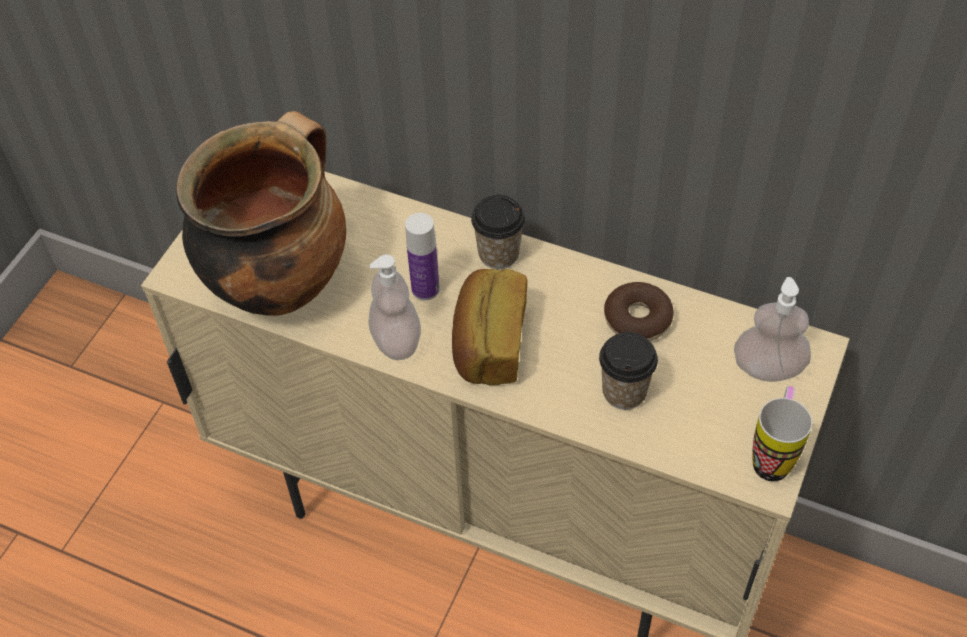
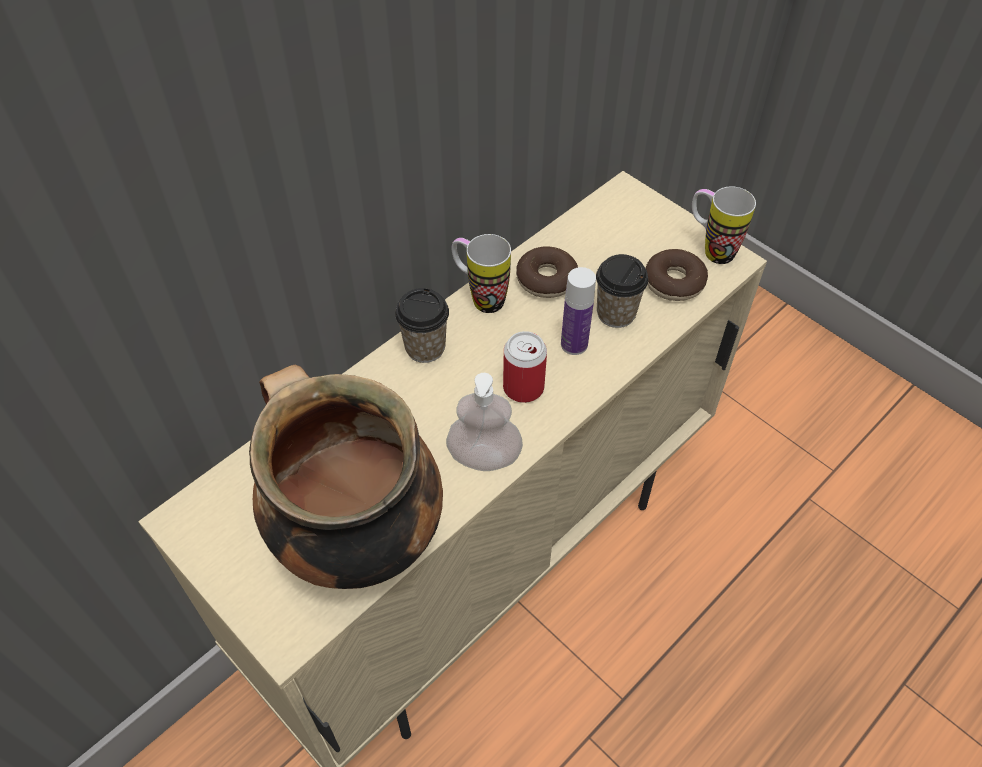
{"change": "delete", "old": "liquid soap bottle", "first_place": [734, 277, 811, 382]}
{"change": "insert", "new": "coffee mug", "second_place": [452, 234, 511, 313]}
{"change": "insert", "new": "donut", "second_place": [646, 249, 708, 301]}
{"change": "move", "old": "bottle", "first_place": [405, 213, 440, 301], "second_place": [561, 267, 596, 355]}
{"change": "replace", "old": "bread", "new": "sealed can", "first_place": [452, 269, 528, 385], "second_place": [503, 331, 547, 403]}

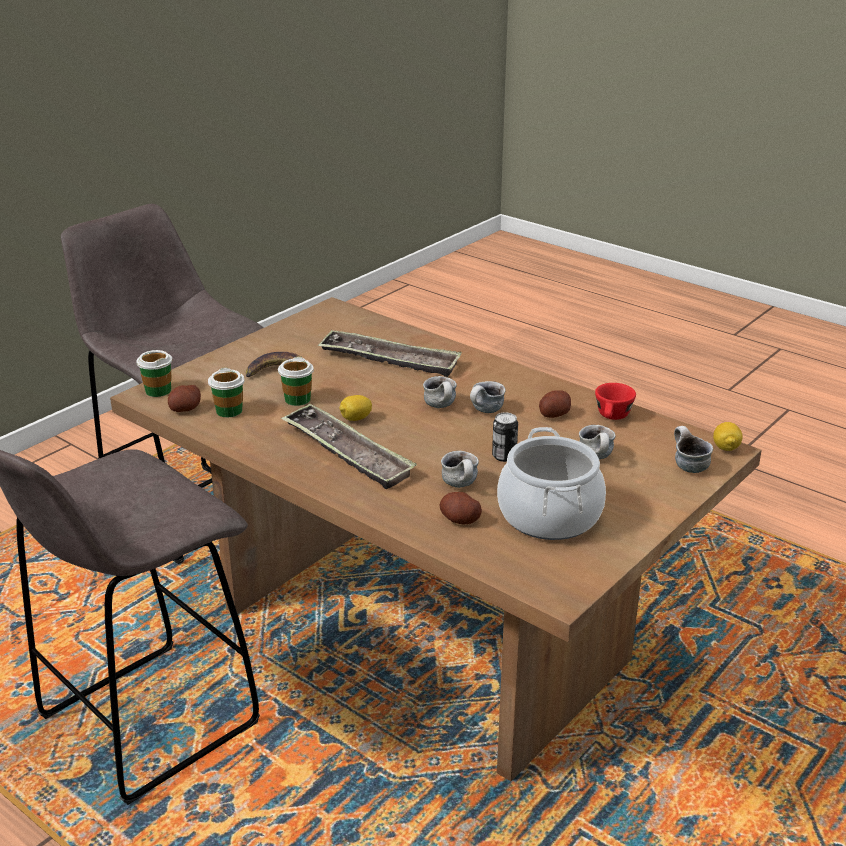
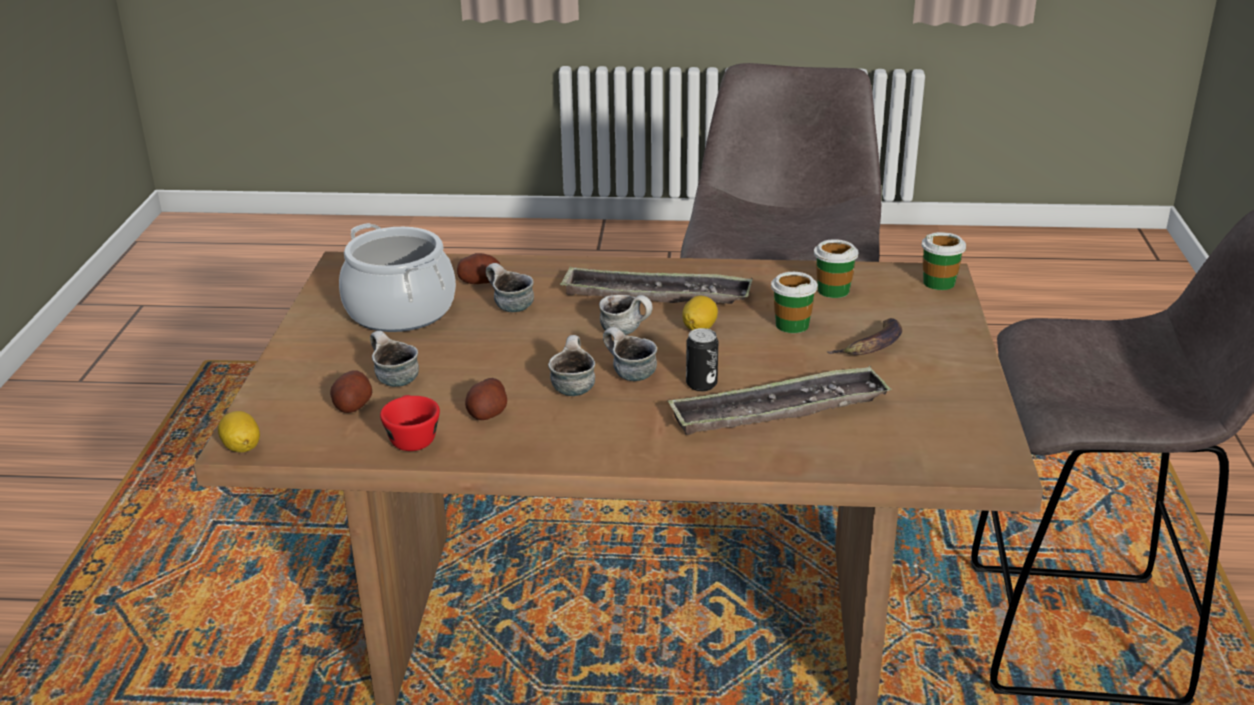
{"change": "move", "old": "spud", "first_place": [168, 385, 201, 412], "second_place": [330, 370, 372, 413]}
{"change": "move", "old": "sealed can", "first_place": [492, 413, 518, 462], "second_place": [686, 328, 718, 391]}
{"change": "move", "old": "coffee mug", "first_place": [674, 426, 713, 473], "second_place": [599, 295, 653, 335]}

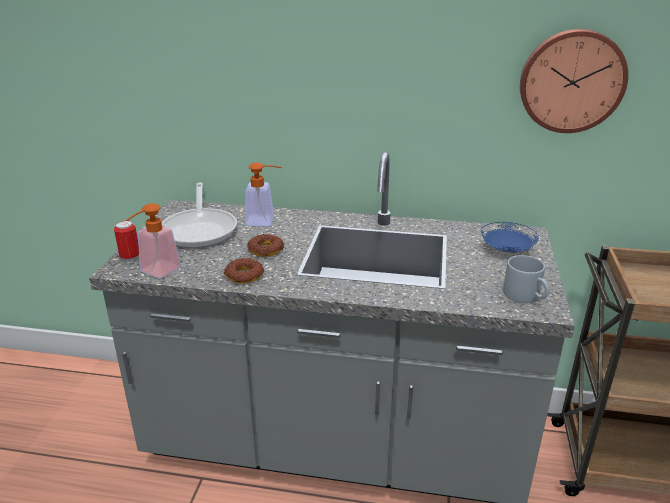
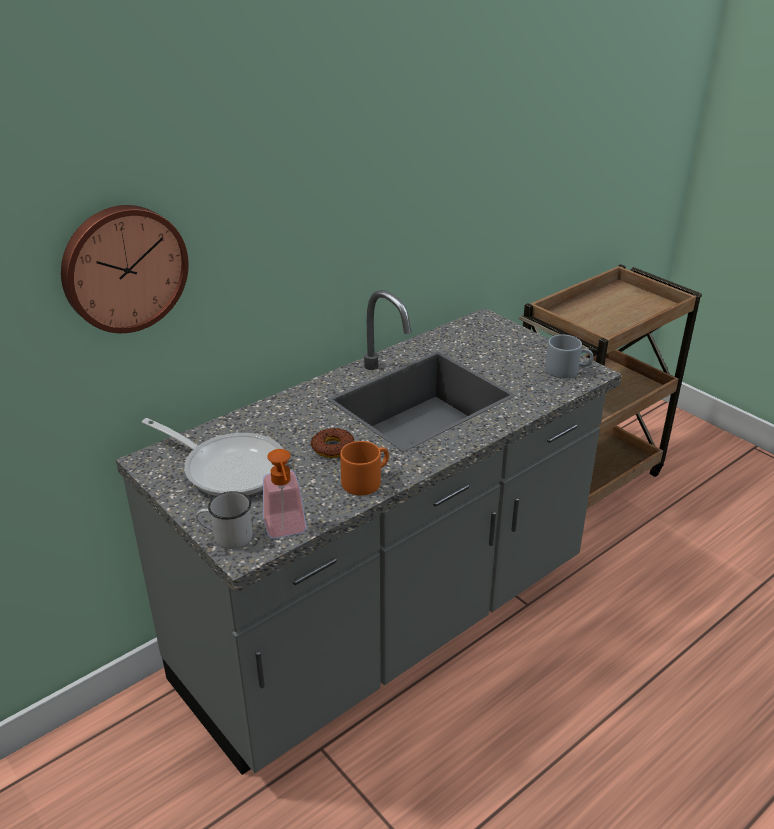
{"change": "delete", "old": "liquid soap bottle", "first_place": [245, 163, 283, 226]}
{"change": "delete", "old": "blue-coloured flat dish", "first_place": [481, 222, 539, 252]}
{"change": "move", "old": "clock on the wall", "first_place": [520, 29, 628, 133], "second_place": [61, 205, 189, 333]}
{"change": "replace", "old": "sealed can", "new": "white coffee mug", "first_place": [114, 220, 139, 262], "second_place": [196, 491, 253, 549]}
{"change": "replace", "old": "donut", "new": "orangey coffee mug", "first_place": [224, 258, 264, 283], "second_place": [340, 441, 389, 495]}

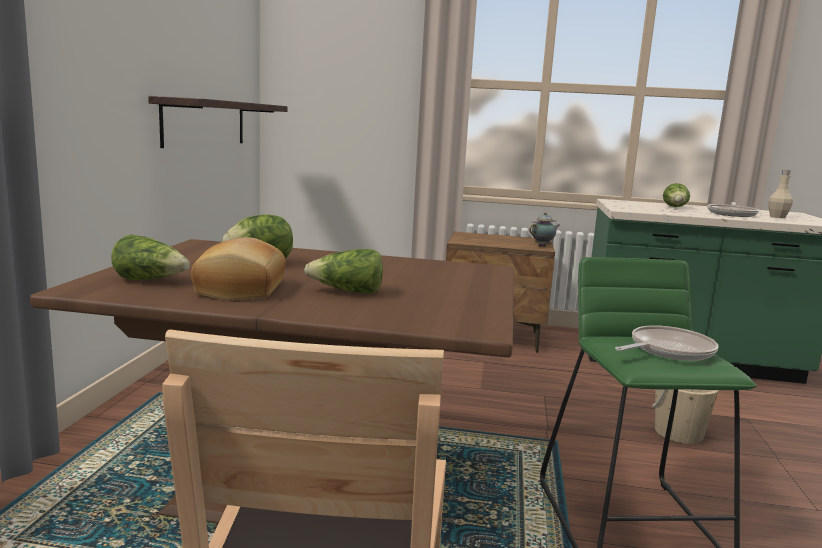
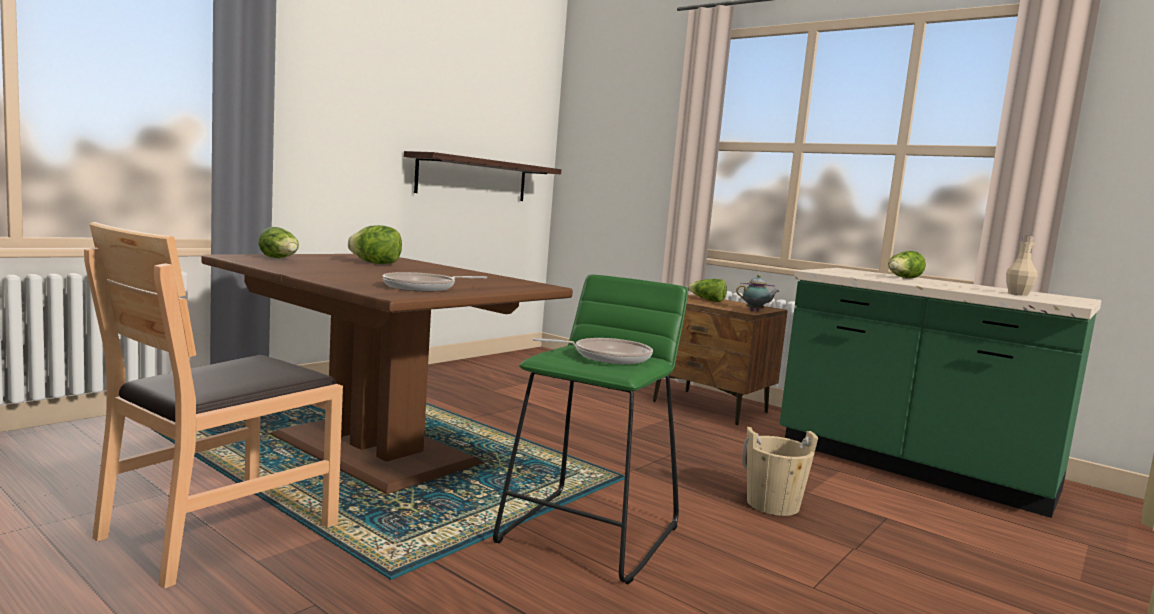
{"change": "delete", "old": "bread", "first_place": [191, 237, 286, 300]}
{"change": "move", "old": "head of lettuce", "first_place": [304, 249, 383, 294], "second_place": [687, 279, 727, 302]}
{"change": "move", "old": "skillet", "first_place": [707, 202, 759, 217], "second_place": [382, 272, 487, 292]}

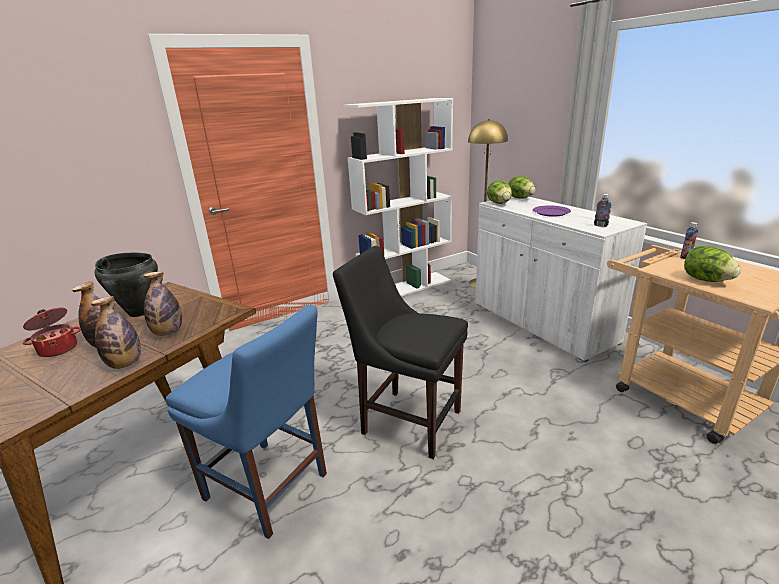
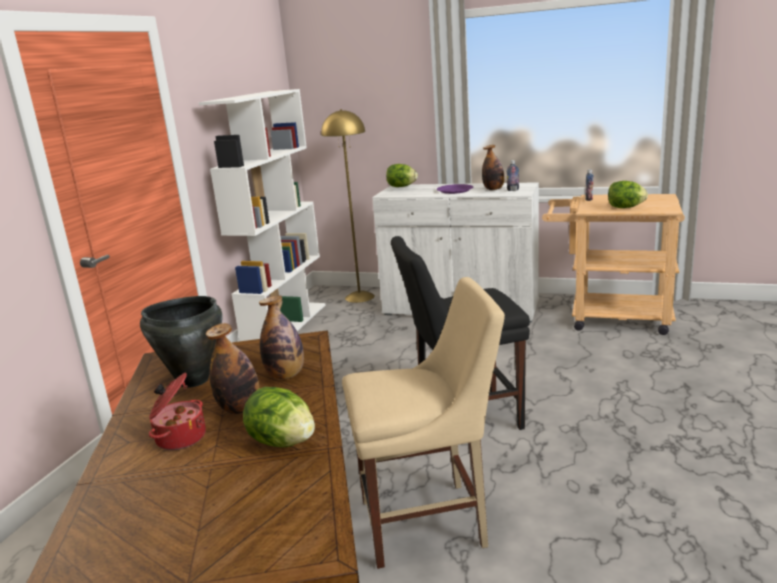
{"change": "move", "old": "bottle", "first_place": [91, 296, 141, 369], "second_place": [482, 145, 505, 190]}
{"change": "move", "old": "head of lettuce", "first_place": [487, 181, 512, 204], "second_place": [243, 387, 315, 447]}
{"change": "recolor", "old": "blue-coloured chair", "new": "beige chair", "first_place": [166, 305, 327, 539], "second_place": [342, 277, 505, 569]}

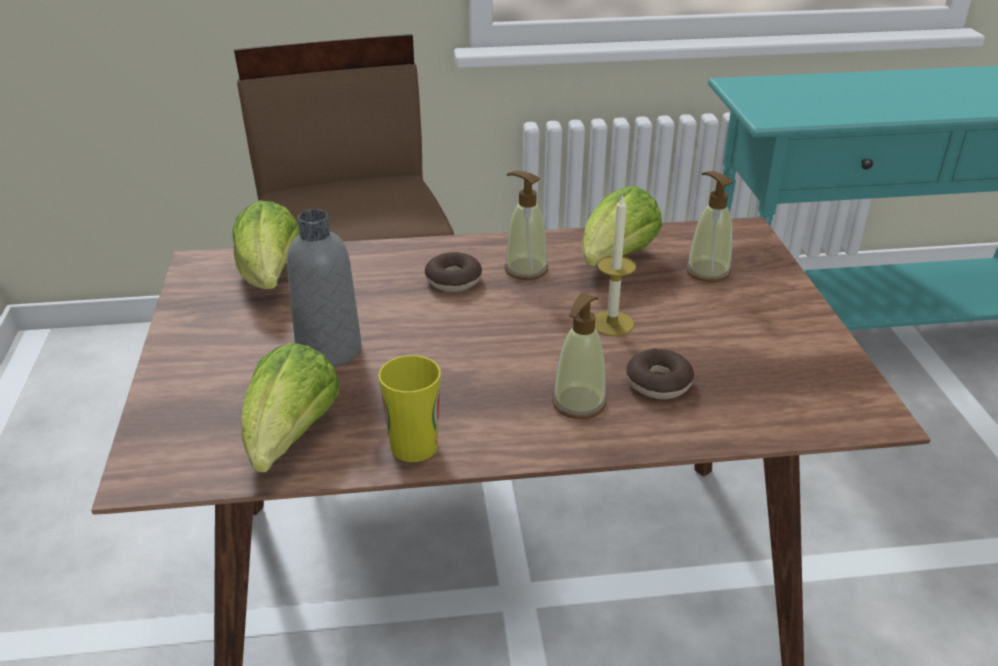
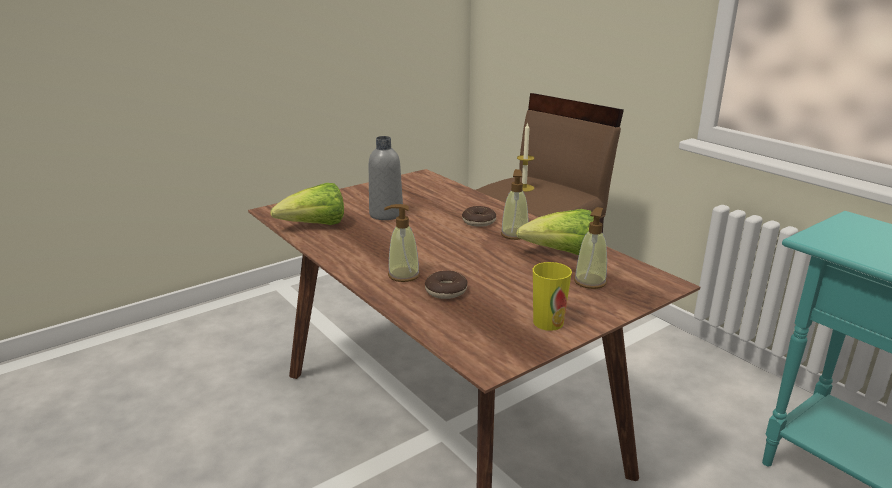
{"change": "delete", "old": "head of lettuce", "first_place": [232, 200, 300, 289]}
{"change": "move", "old": "cup", "first_place": [378, 355, 441, 462], "second_place": [533, 262, 572, 331]}
{"change": "move", "old": "candle", "first_place": [595, 194, 636, 336], "second_place": [517, 122, 535, 192]}

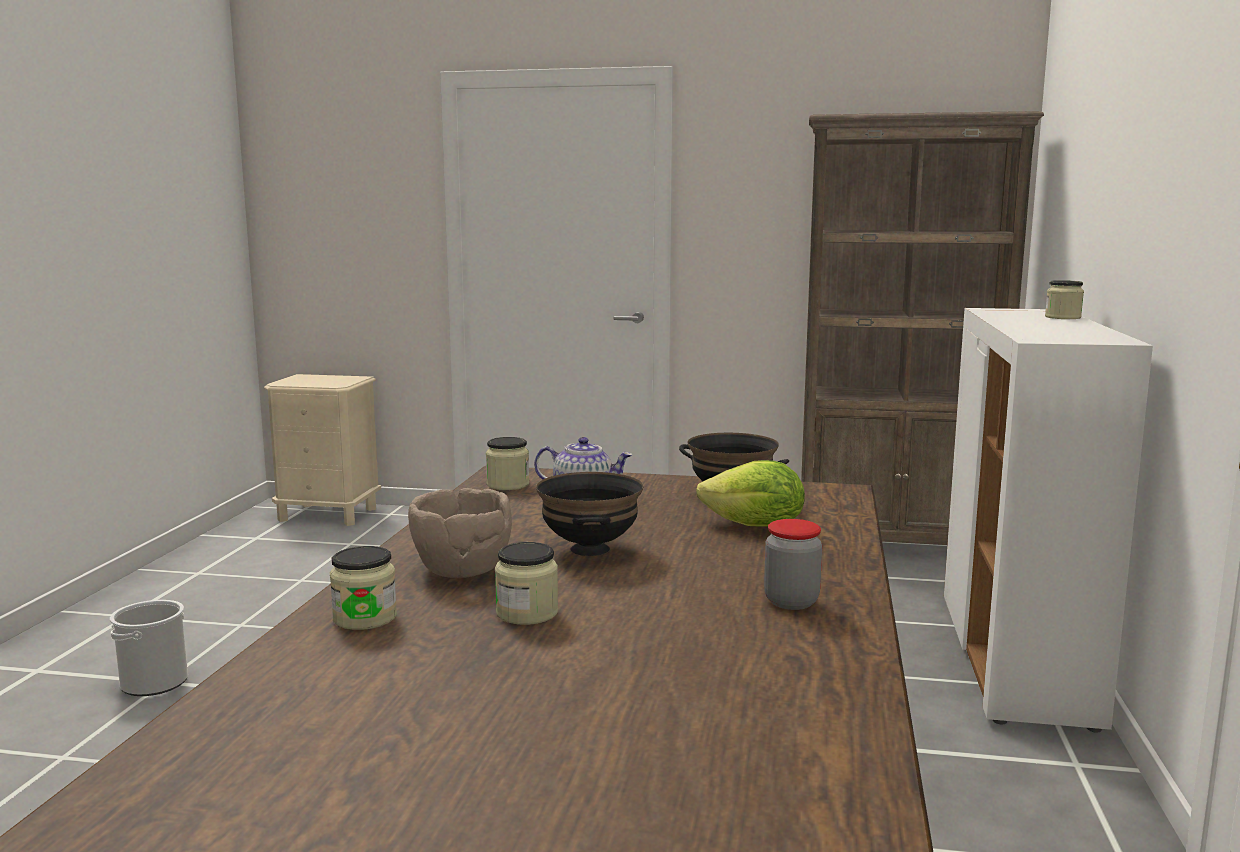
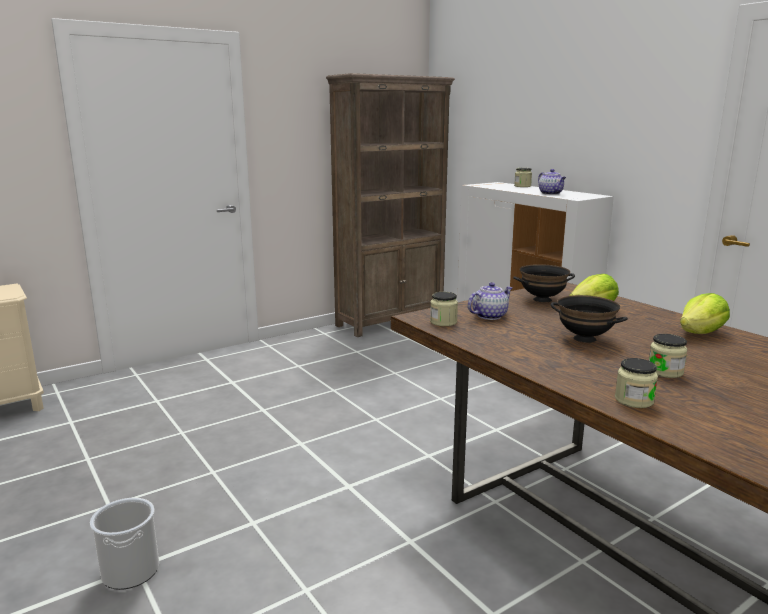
{"change": "delete", "old": "brownish bowl", "first_place": [408, 488, 512, 578]}
{"change": "insert", "new": "tea pot", "second_place": [538, 169, 566, 195]}
{"change": "replace", "old": "storage jar", "new": "head of lettuce", "first_place": [764, 519, 822, 610], "second_place": [680, 293, 730, 334]}

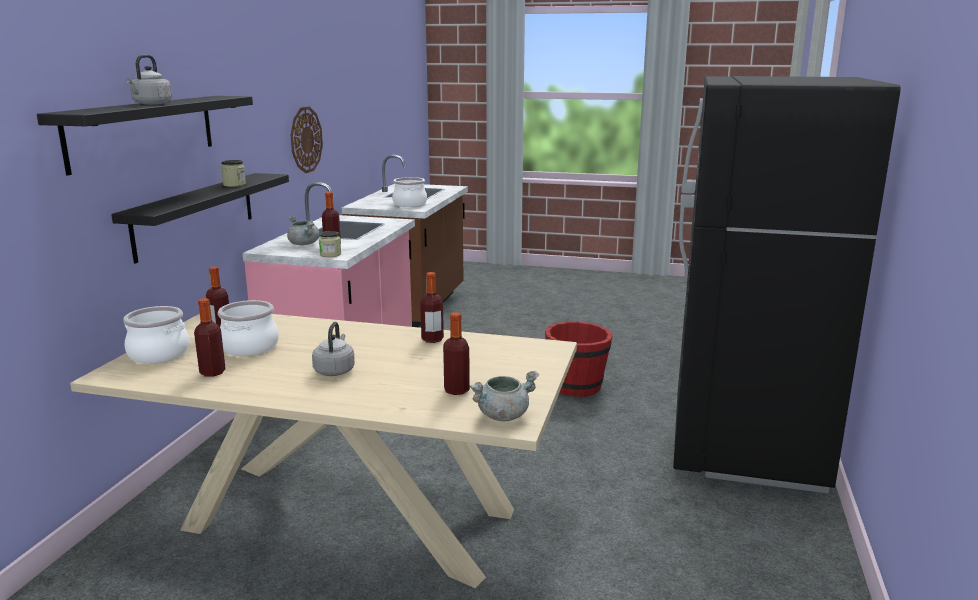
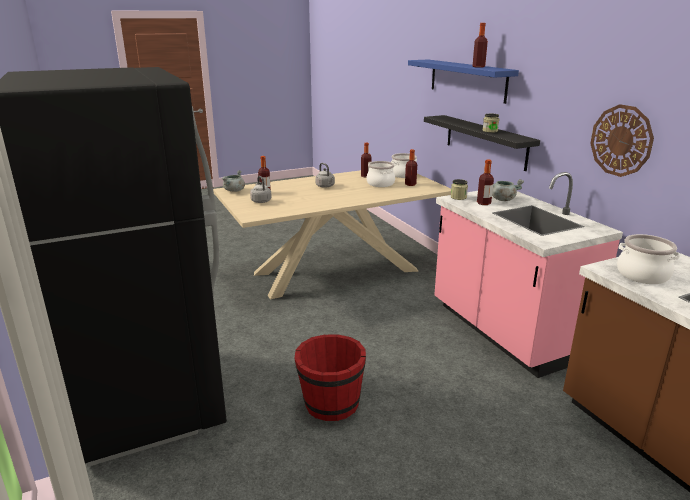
{"change": "move", "old": "greyish kettle", "first_place": [126, 55, 172, 105], "second_place": [250, 176, 272, 203]}
{"change": "move", "old": "bottle", "first_place": [420, 272, 444, 343], "second_place": [473, 23, 488, 68]}
{"change": "recolor", "old": "blackish shelf", "new": "blue-coloured shelf", "first_place": [37, 96, 253, 176], "second_place": [408, 60, 519, 104]}

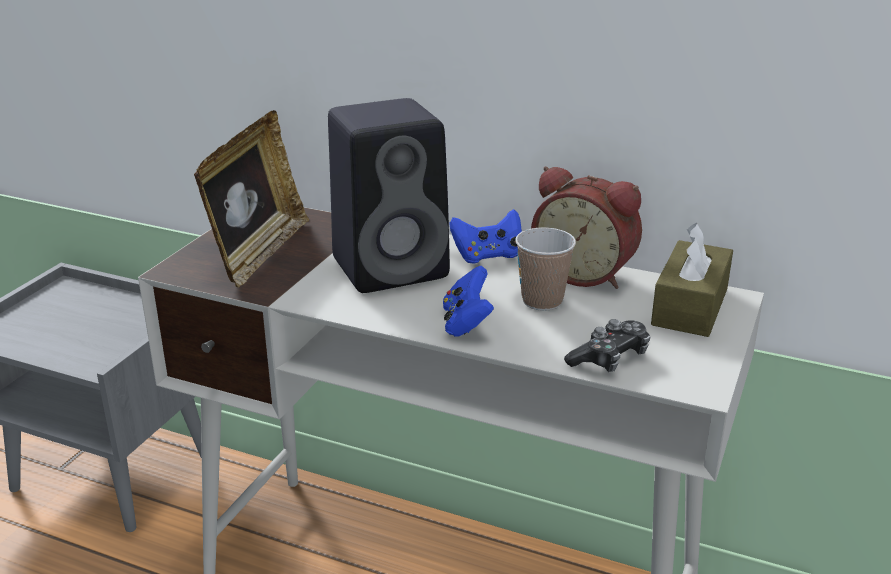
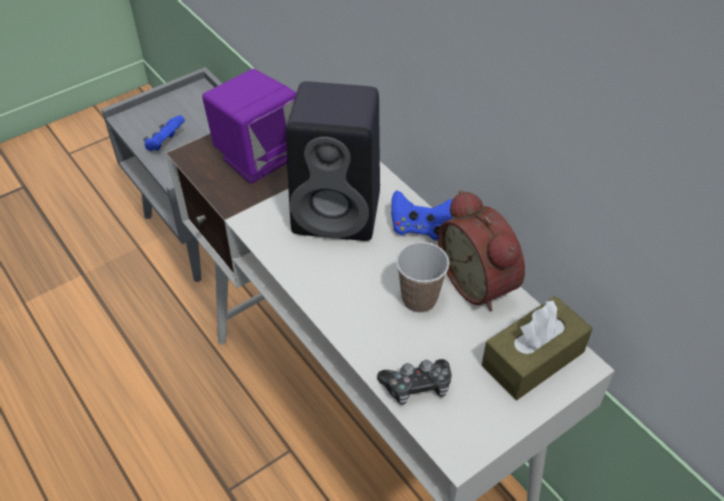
{"change": "move", "old": "blue-coloured gamepad", "first_place": [443, 266, 494, 336], "second_place": [143, 115, 185, 151]}
{"change": "replace", "old": "standing frame", "new": "purple audio speaker", "first_place": [194, 110, 309, 287], "second_place": [202, 69, 296, 184]}

